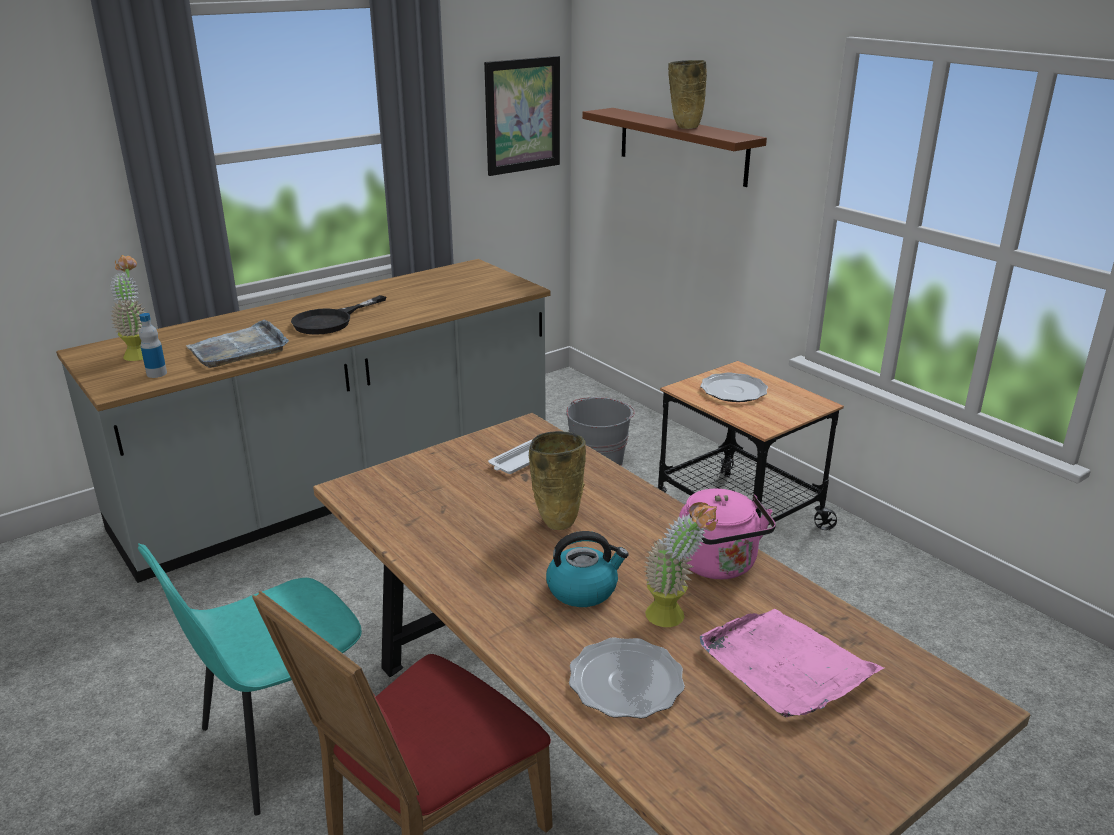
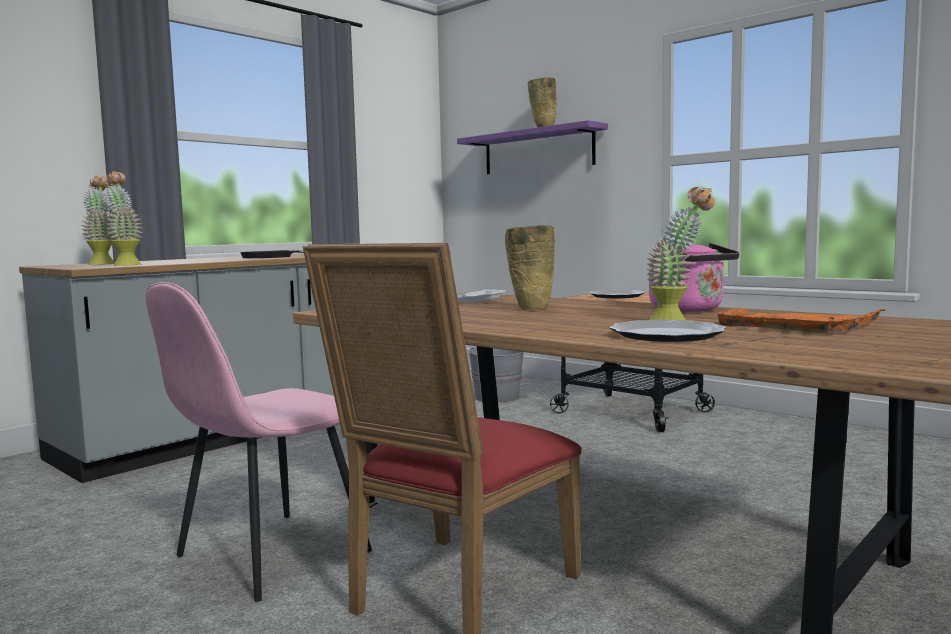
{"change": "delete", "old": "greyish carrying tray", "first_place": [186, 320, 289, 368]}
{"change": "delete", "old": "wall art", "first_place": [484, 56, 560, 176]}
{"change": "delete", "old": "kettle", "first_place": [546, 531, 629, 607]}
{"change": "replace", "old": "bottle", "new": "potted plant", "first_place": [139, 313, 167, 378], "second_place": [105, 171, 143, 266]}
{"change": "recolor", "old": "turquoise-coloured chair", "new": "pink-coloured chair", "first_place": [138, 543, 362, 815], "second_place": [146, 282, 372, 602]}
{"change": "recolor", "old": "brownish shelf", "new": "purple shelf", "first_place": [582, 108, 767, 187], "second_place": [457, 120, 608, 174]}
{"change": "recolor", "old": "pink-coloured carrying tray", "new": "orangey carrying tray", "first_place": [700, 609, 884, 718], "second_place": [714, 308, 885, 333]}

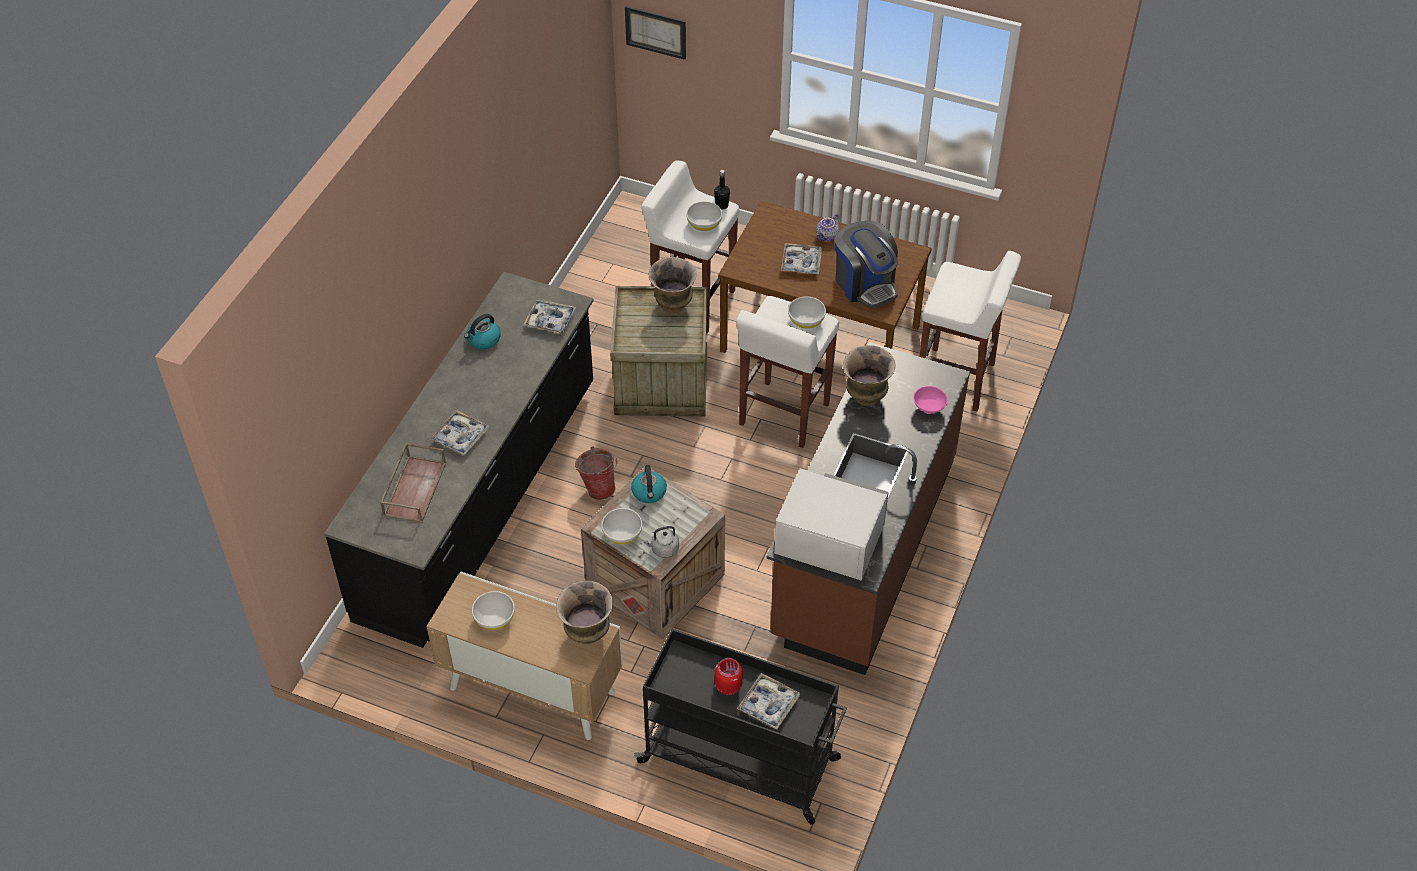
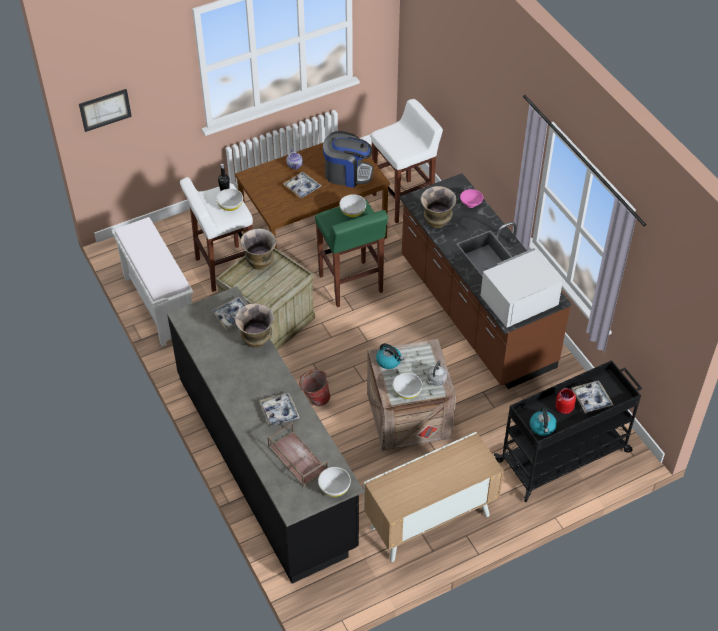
{"change": "insert", "new": "white indoor bench", "second_place": [112, 217, 194, 346]}
{"change": "move", "old": "kettle", "first_place": [464, 314, 501, 349], "second_place": [530, 407, 557, 436]}
{"change": "move", "old": "white bowl", "first_place": [472, 591, 515, 630], "second_place": [318, 467, 351, 497]}
{"change": "move", "old": "vase", "first_place": [556, 580, 613, 644], "second_place": [235, 303, 274, 348]}
{"change": "recolor", "old": "white sitting stool", "new": "green-coloured sitting stool", "first_place": [736, 296, 839, 448], "second_place": [315, 200, 388, 307]}

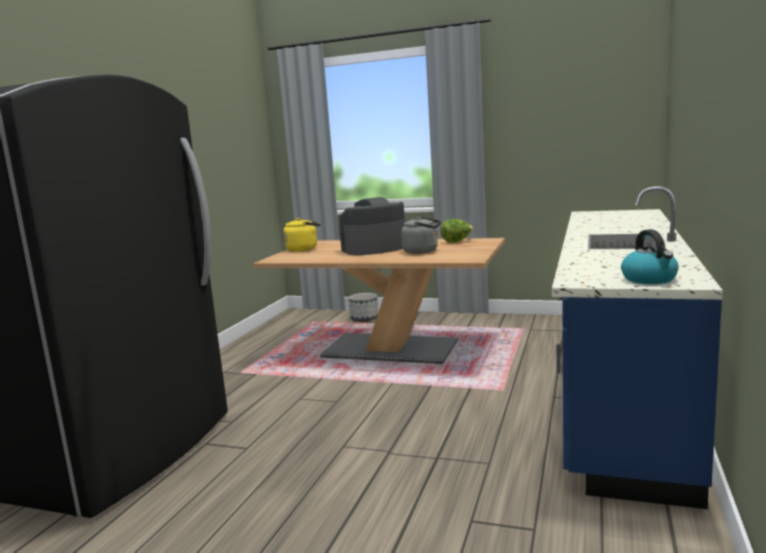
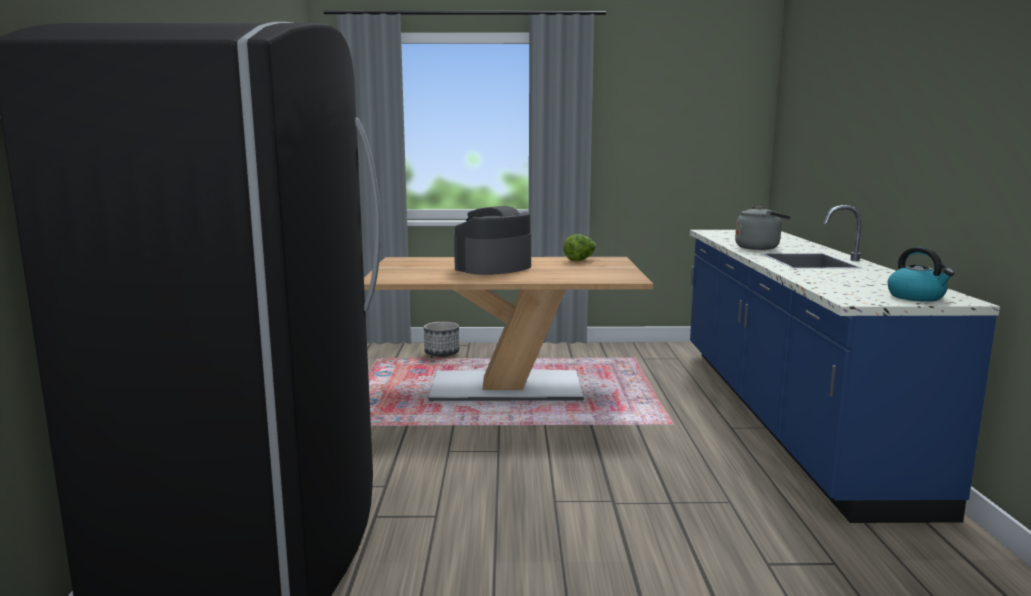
{"change": "delete", "old": "yellow-coloured kettle", "first_place": [283, 218, 321, 252]}
{"change": "move", "old": "greyish kettle", "first_place": [401, 217, 441, 254], "second_place": [735, 206, 790, 250]}

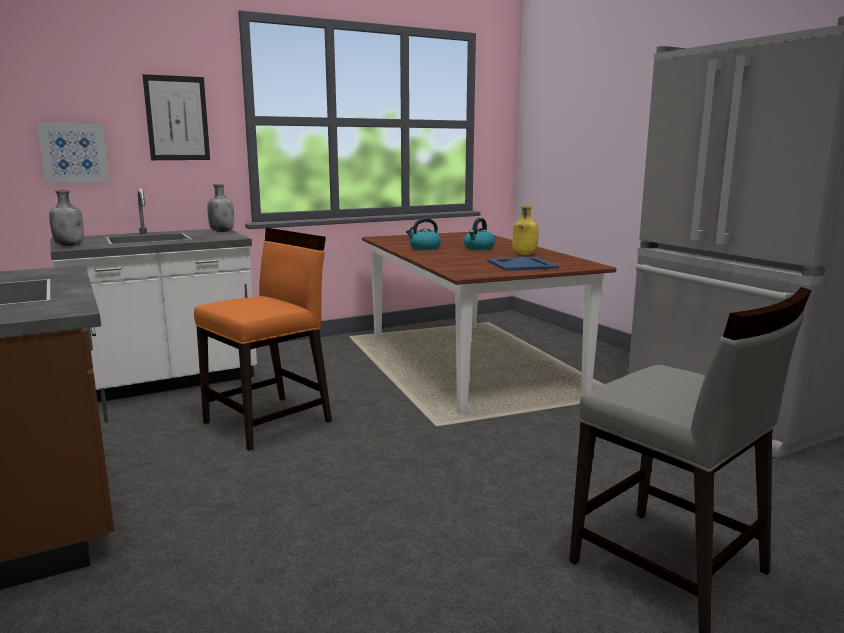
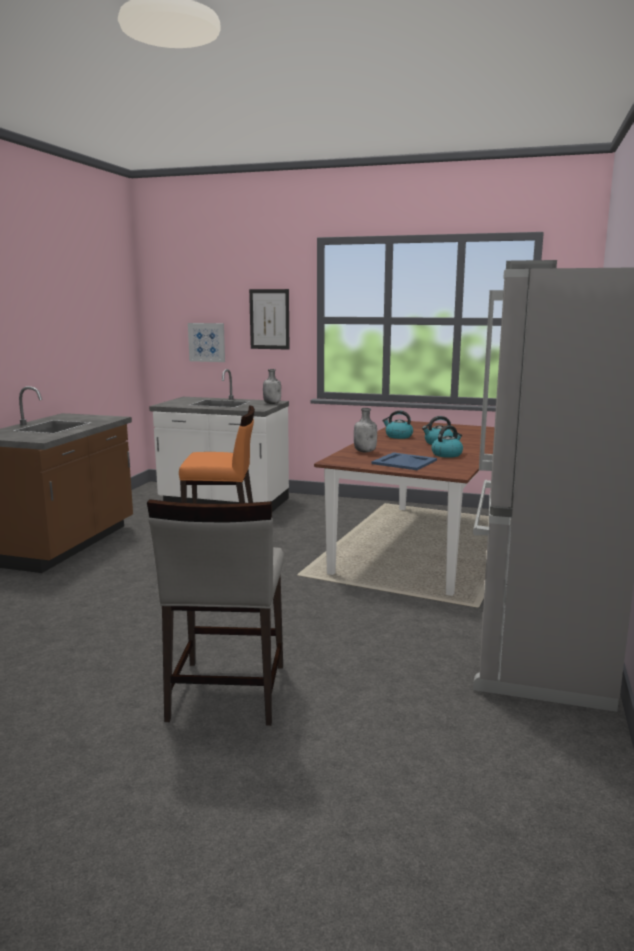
{"change": "move", "old": "greyish bottle", "first_place": [49, 190, 84, 246], "second_place": [354, 408, 377, 453]}
{"change": "replace", "old": "yellow-coloured bottle", "new": "kettle", "first_place": [512, 206, 539, 255], "second_place": [431, 425, 463, 458]}

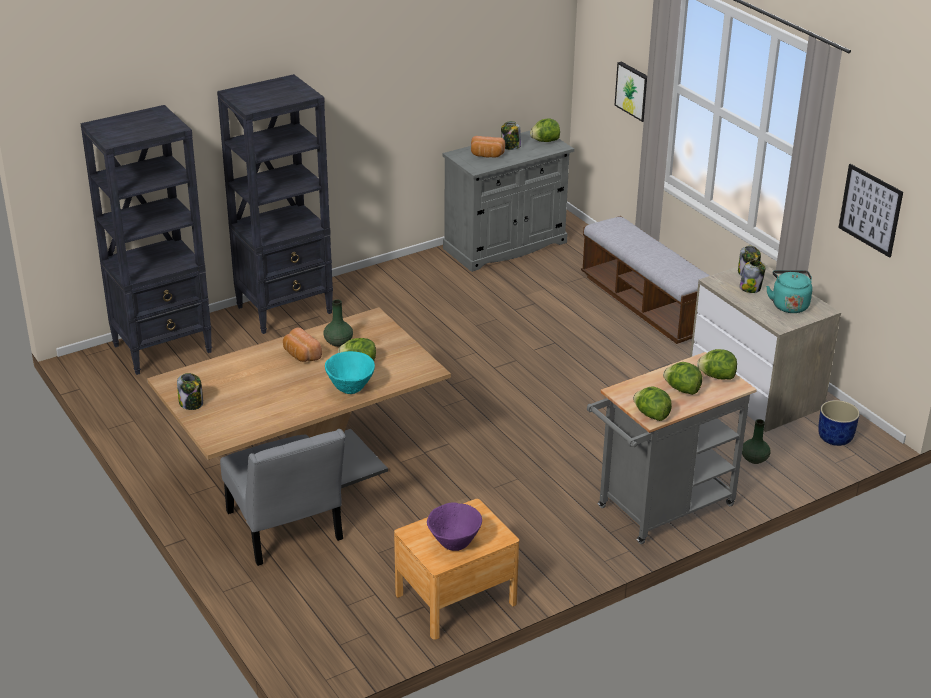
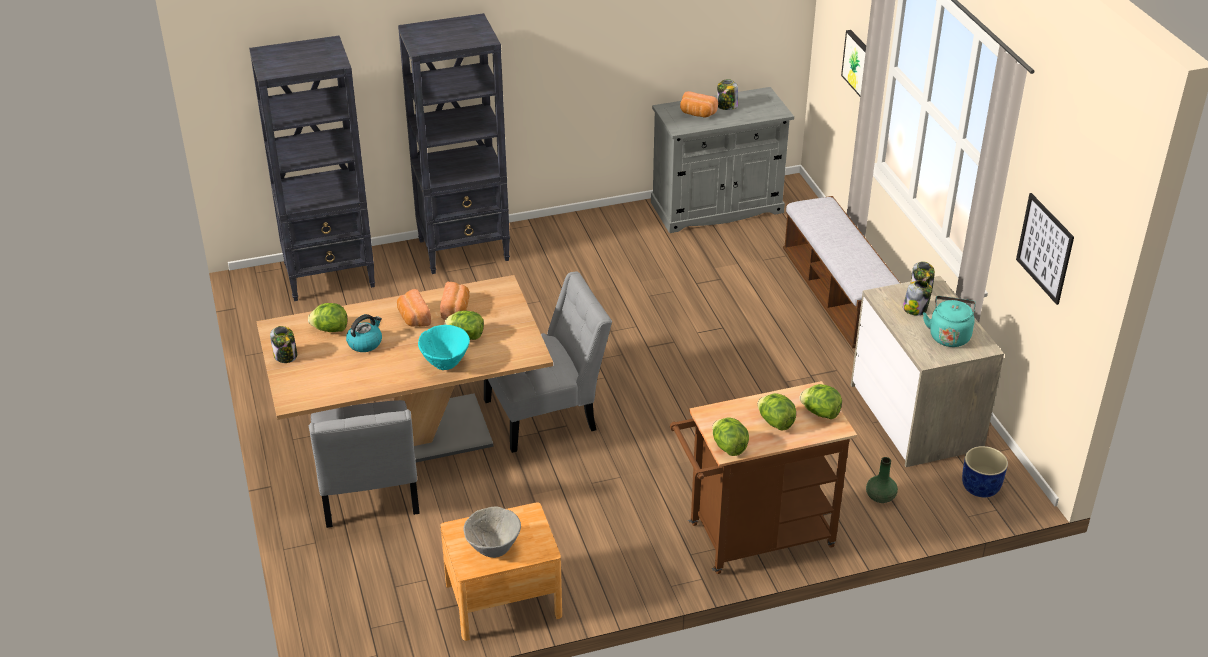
{"change": "insert", "new": "kettle", "second_place": [346, 314, 382, 352]}
{"change": "insert", "new": "greyish chair", "second_place": [484, 272, 612, 453]}
{"change": "move", "old": "head of lettuce", "first_place": [530, 119, 560, 142], "second_place": [308, 303, 347, 332]}
{"change": "replace", "old": "green-coloured vase", "new": "bread", "first_place": [323, 299, 353, 347], "second_place": [440, 282, 469, 320]}
{"change": "recolor", "old": "purple bowl", "new": "greyish bowl", "first_place": [427, 502, 482, 551], "second_place": [463, 507, 521, 558]}
{"change": "recolor", "old": "greyish cart", "new": "brownish cart", "first_place": [587, 352, 757, 544], "second_place": [670, 381, 857, 574]}

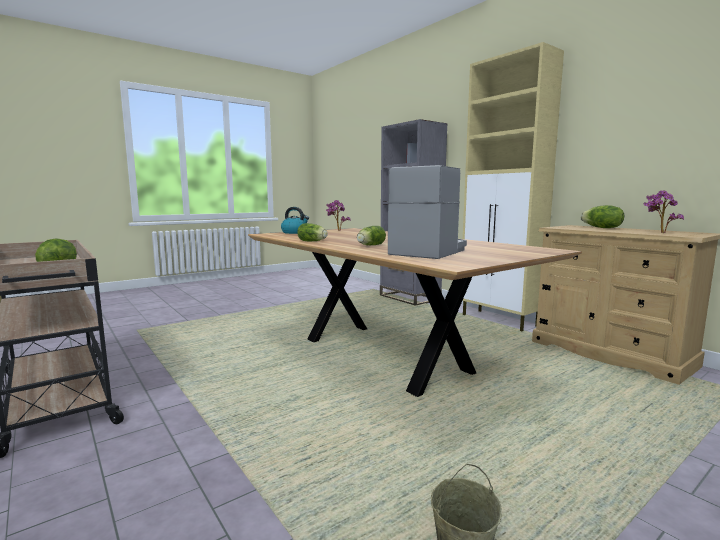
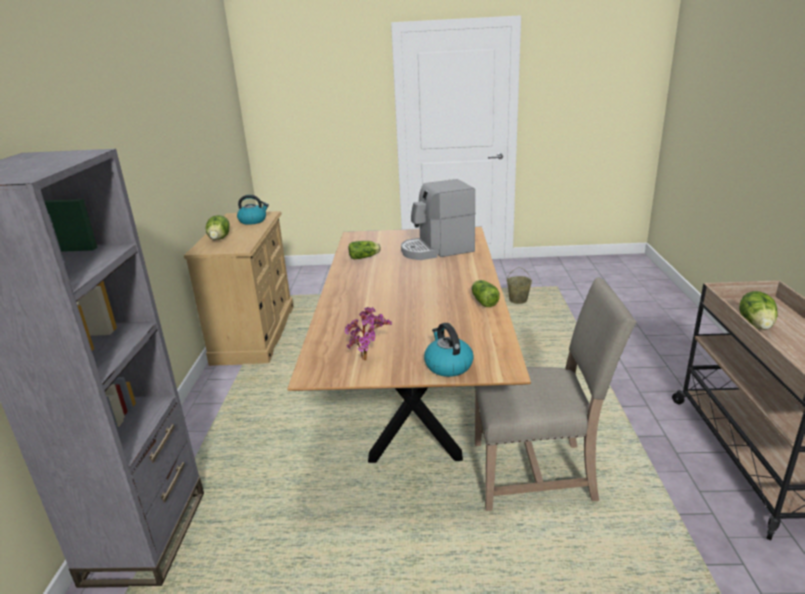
{"change": "delete", "old": "beige cabinet", "first_place": [462, 42, 564, 331]}
{"change": "insert", "new": "beige chair", "second_place": [475, 278, 637, 511]}
{"change": "move", "old": "head of lettuce", "first_place": [357, 226, 386, 245], "second_place": [348, 241, 381, 259]}
{"change": "replace", "old": "potted plant", "new": "kettle", "first_place": [643, 190, 684, 233], "second_place": [237, 195, 269, 225]}

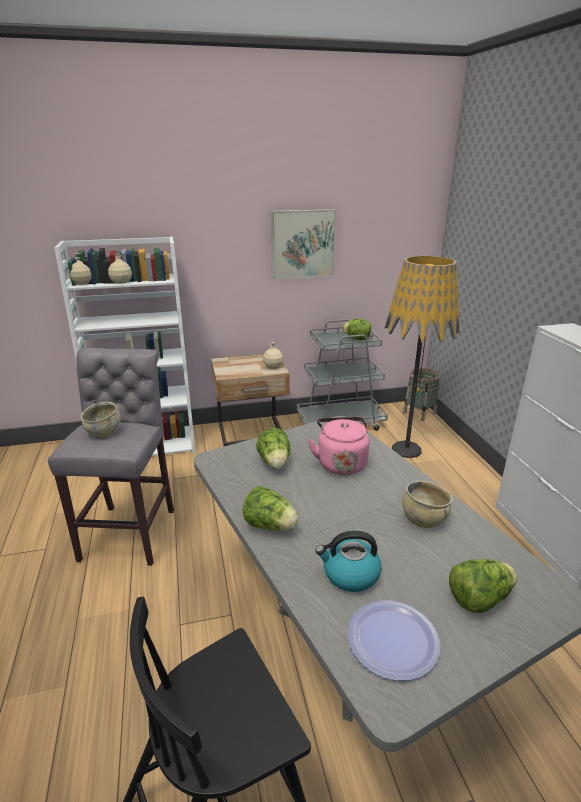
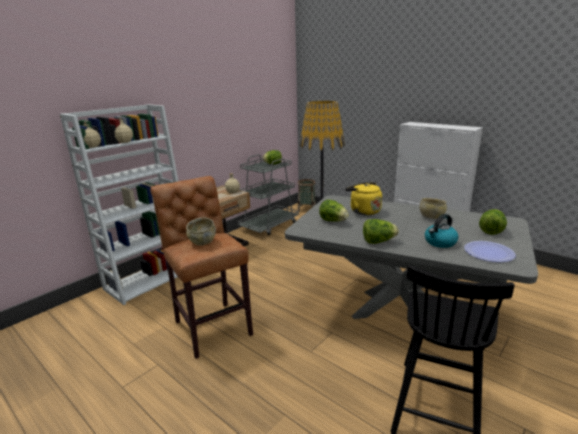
{"change": "delete", "old": "wall art", "first_place": [271, 209, 337, 279]}
{"change": "recolor", "old": "greyish sitting stool", "new": "brownish sitting stool", "first_place": [48, 348, 174, 566], "second_place": [150, 176, 253, 359]}
{"change": "recolor", "old": "pink-coloured kettle", "new": "yellow-coloured kettle", "first_place": [308, 417, 370, 475], "second_place": [345, 182, 382, 215]}

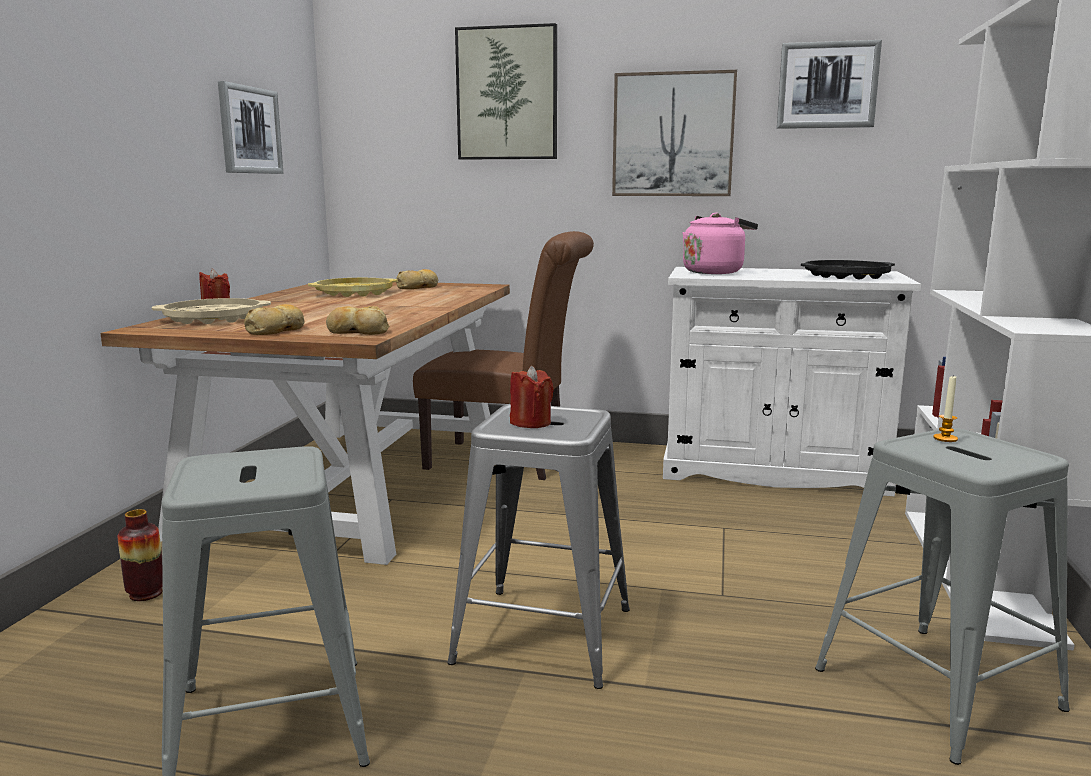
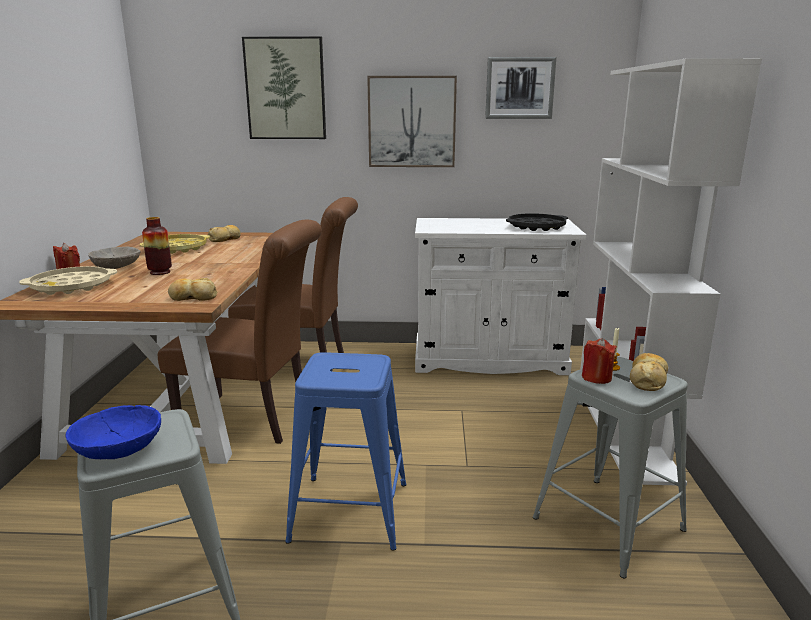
{"change": "delete", "old": "wall art", "first_place": [218, 81, 283, 174]}
{"change": "delete", "old": "pink-coloured kettle", "first_place": [682, 213, 758, 274]}
{"change": "insert", "new": "blue-coloured bowl", "second_place": [66, 405, 161, 459]}
{"change": "insert", "new": "greyish bowl", "second_place": [88, 247, 141, 269]}
{"change": "insert", "new": "brownish chair", "second_place": [158, 220, 322, 444]}
{"change": "move", "old": "vase", "first_place": [117, 509, 163, 601], "second_place": [142, 217, 172, 275]}
{"change": "move", "old": "bread", "first_place": [244, 304, 305, 335], "second_place": [630, 353, 668, 391]}
{"change": "move", "old": "red-coloured candle", "first_place": [510, 366, 554, 428], "second_place": [582, 338, 617, 384]}
{"change": "recolor", "old": "greyish sitting stool", "new": "blue-coloured sitting stool", "first_place": [447, 404, 630, 689], "second_place": [285, 352, 407, 551]}

